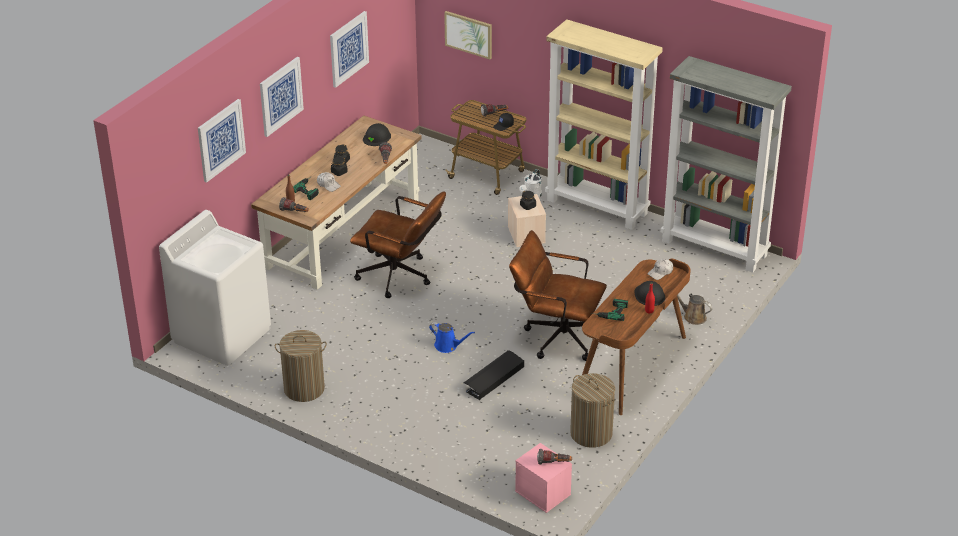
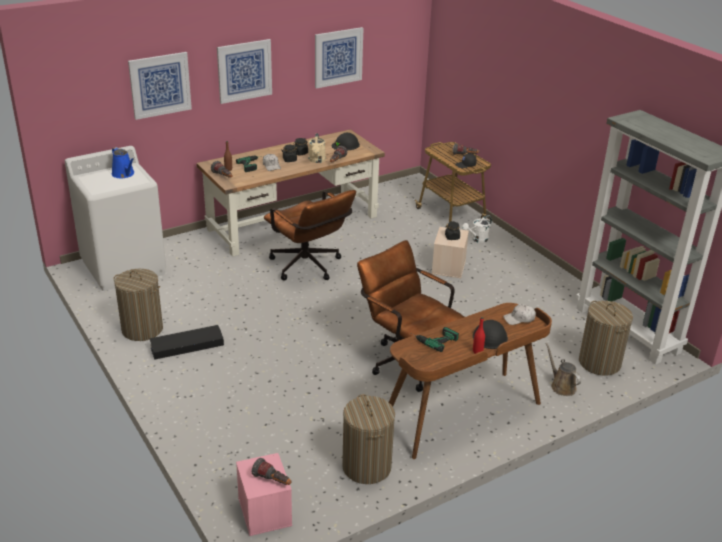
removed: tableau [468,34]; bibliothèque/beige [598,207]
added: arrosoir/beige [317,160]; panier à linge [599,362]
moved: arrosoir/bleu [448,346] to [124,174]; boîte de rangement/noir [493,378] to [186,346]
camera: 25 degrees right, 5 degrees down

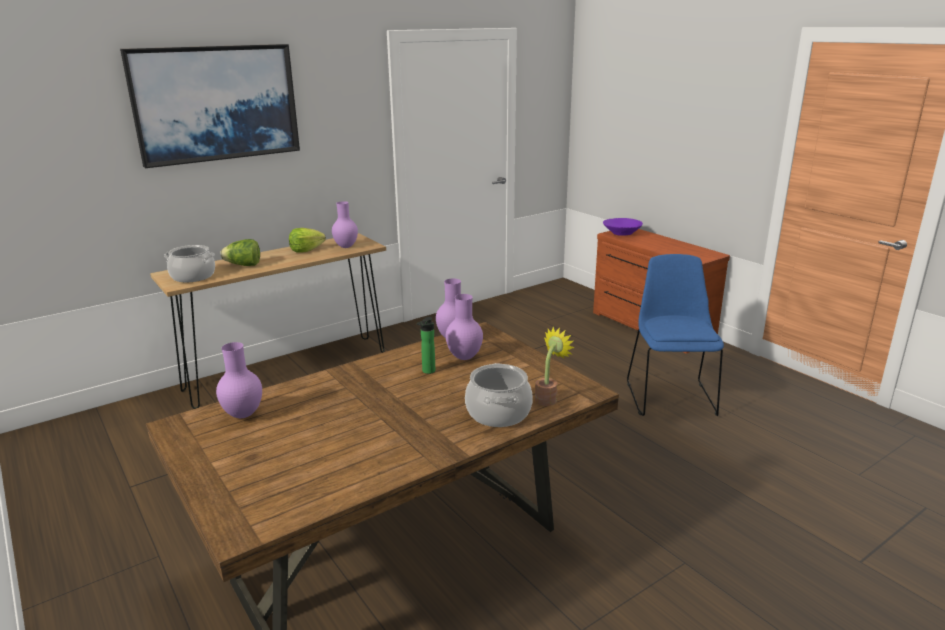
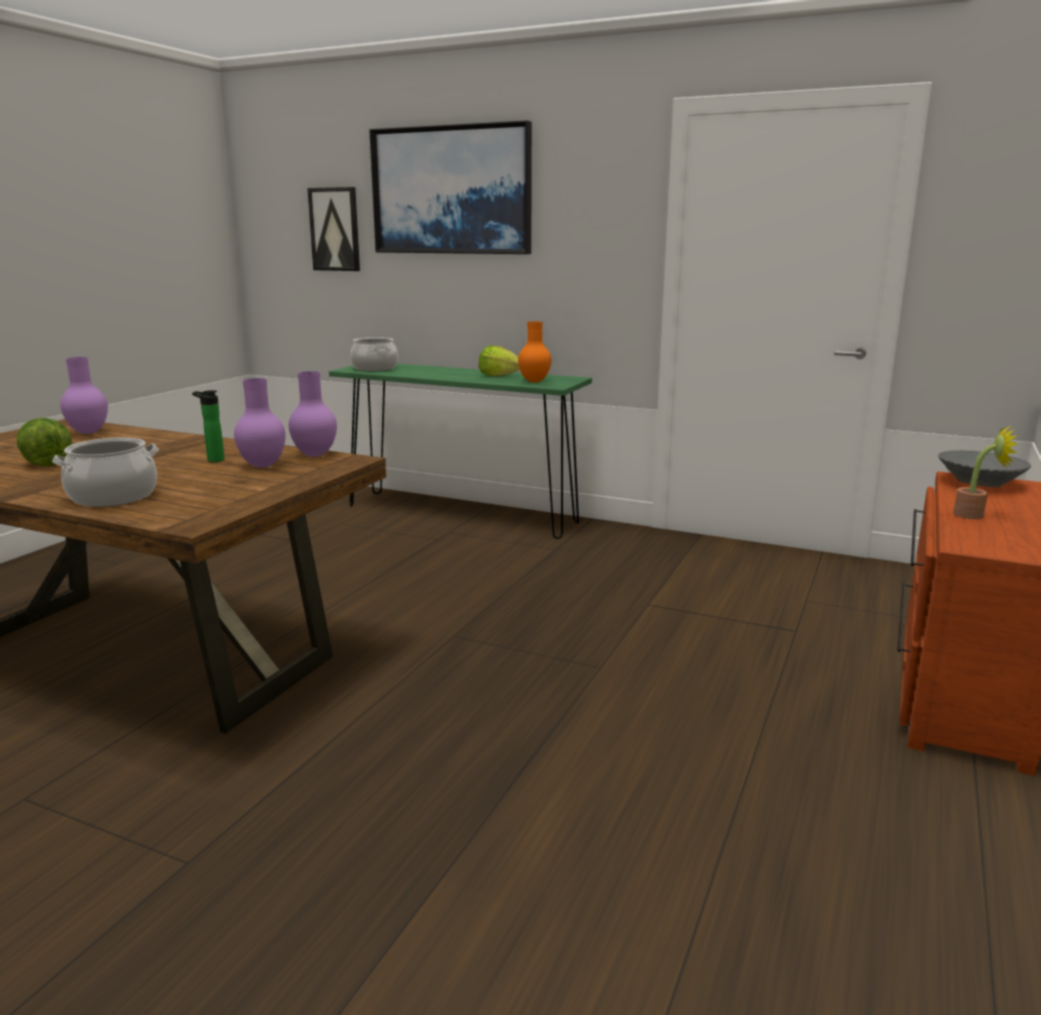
removed: chaise/bleu [670,396]
added: tableau [335,229]
moved: laitue [243,265] to [45,462]; plante en pot [548,398] to [974,515]
recoloured: table console/marron [288,370] to table console/vert [460,514]; vase/violet [345,246] to vase/orange [534,381]; bol/violet [621,233] to bol/gris [979,483]
camera: 60 degrees right, 5 degrees down

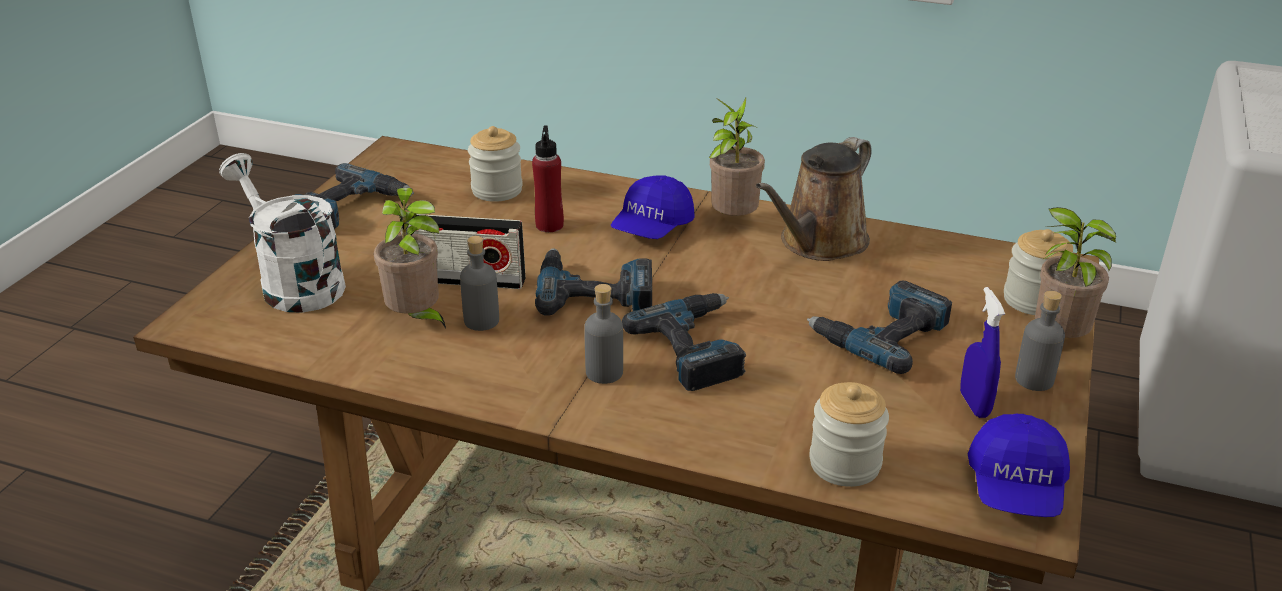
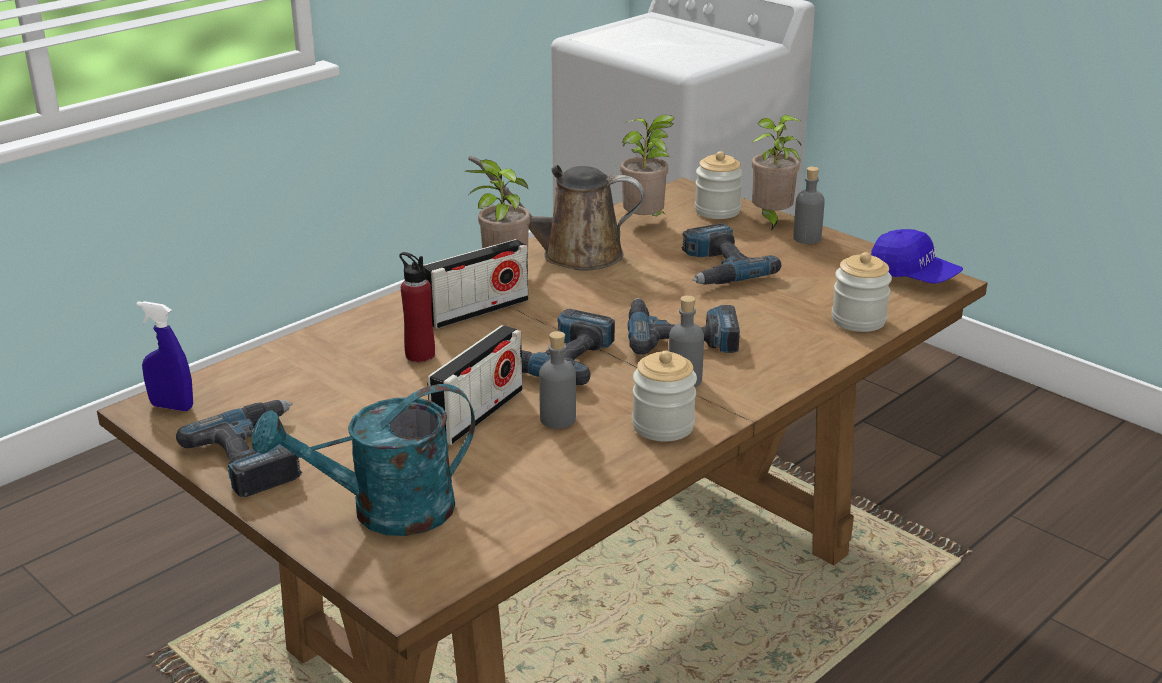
moved: vaporisateur/bleu [974,404] to [172,406]; plante en pot [417,319] to [646,223]; bocal [497,190] to [663,426]
replaced: casquette/bleu [652,228] to radio [478,311]
recoloured: arrosoir/blanc [294,282] to arrosoir/turquoise [384,512]
turned: arrosoir/marron [819,243] = [573,254] 120 degrees clockwise
camera: 65 degrees left, 5 degrees down

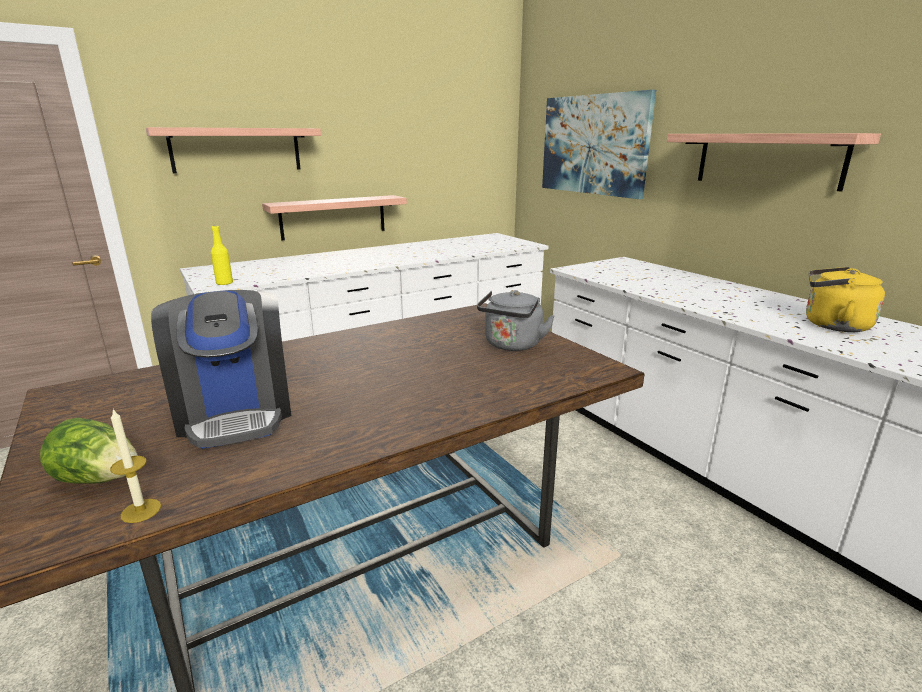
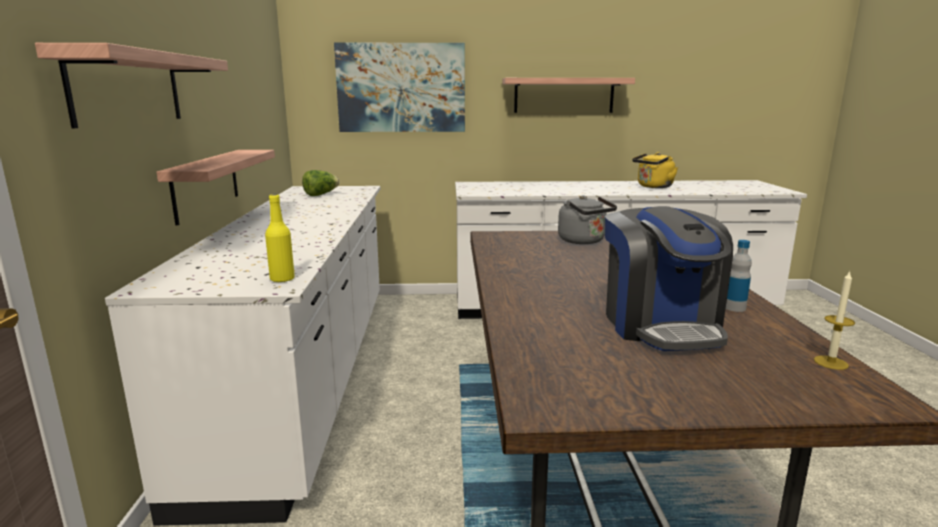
added: bouteille [734,307]
moved: laitue [100,479] to [321,195]
turned: machine à café [235,413] = [660,325] 75 degrees clockwise
camera: 60 degrees left, 5 degrees down

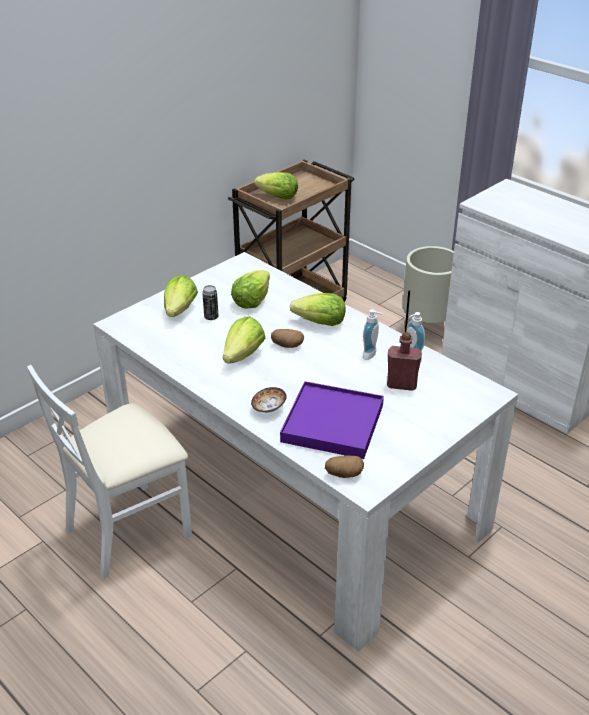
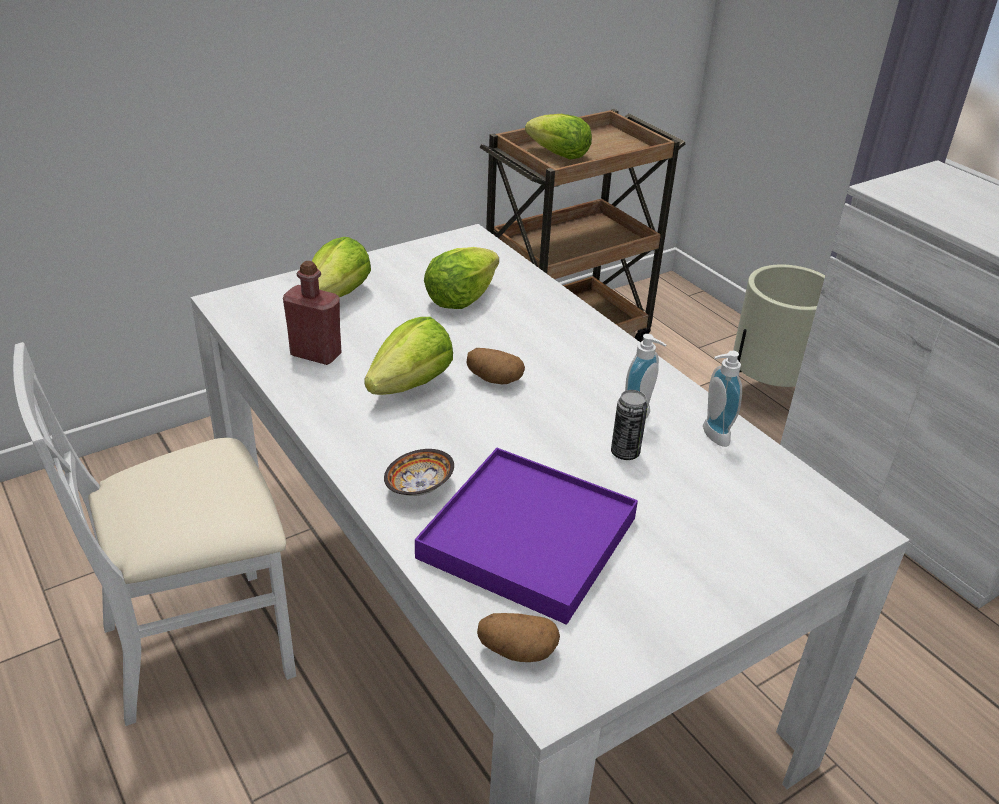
removed: laitue [320,323]
moved: bouteille/rouge [401,385] to [316,354]; boîte métallique [211,317] to [625,453]
camera: 10 degrees right, 0 degrees up

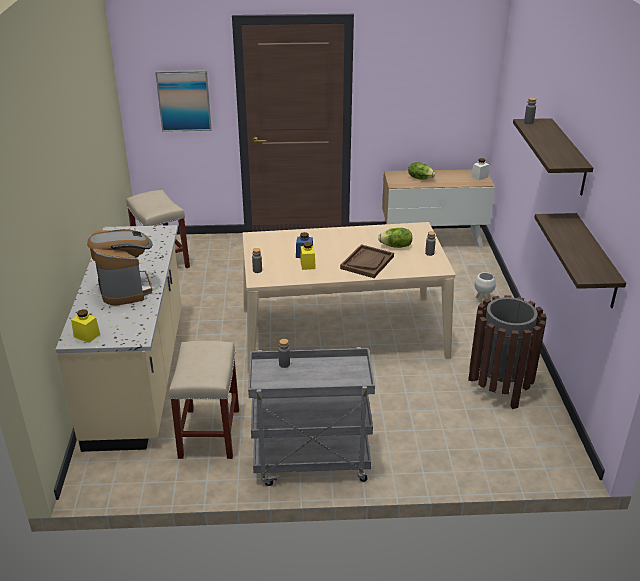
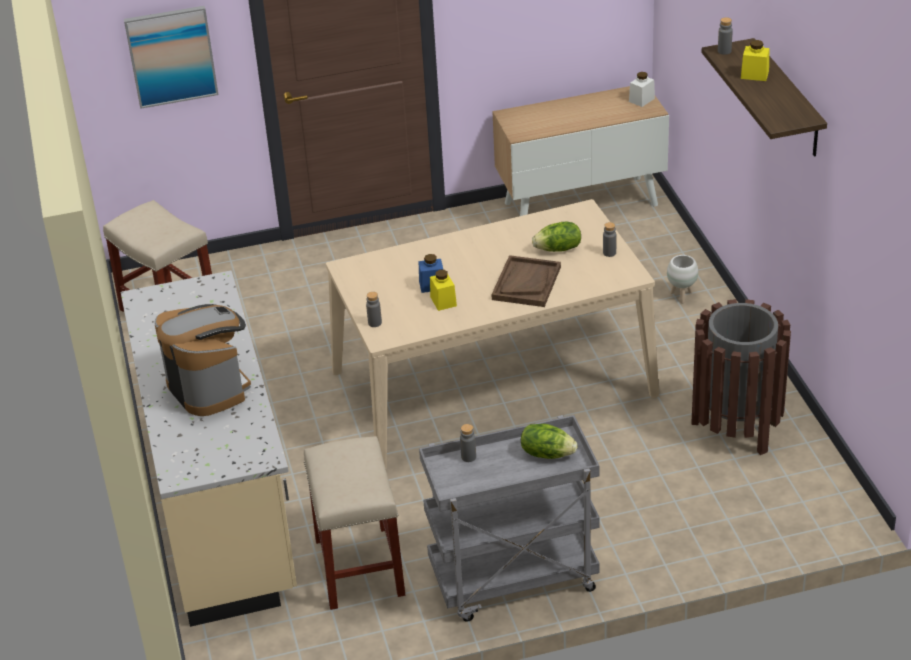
removed: étagère [596,261]
moved: laitue [420,178] to [547,453]; bocal/jaune [87,335] to [754,75]
camera: 10 degrees left, 5 degrees up

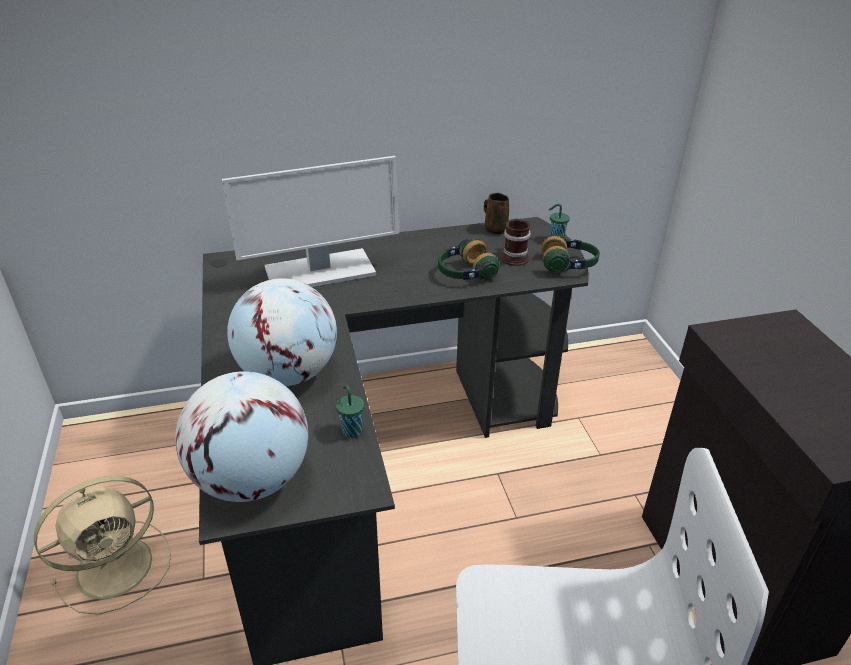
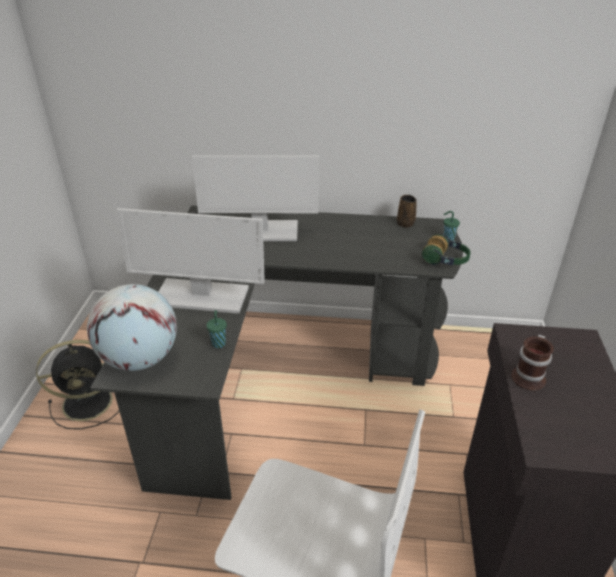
removed: casque audio [465,273]
moved: mug [516,256] to [530,376]
replaced: globe [289,374] to écran d'ordinateur [200,297]
recoloured: ventilateur/beige [118,565] to ventilateur/noir [90,402]
camera: 20 degrees right, 0 degrees up

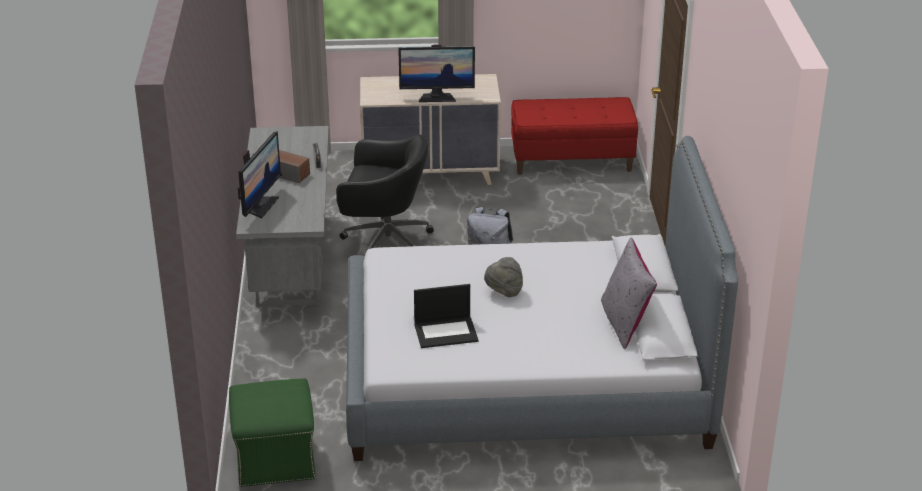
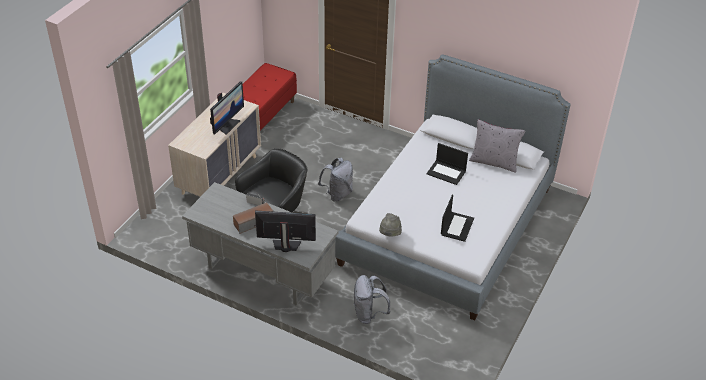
removed: pouf/vert [274,459]
added: sac à dos/gris [369,314]; ordinateur portable [446,172]
moved: chapeau/gris [503,292] to [389,234]
turned: écran d'ordinateur [260,206] = [286,246] 45 degrees counterclockwise
camera: 60 degrees left, 10 degrees up

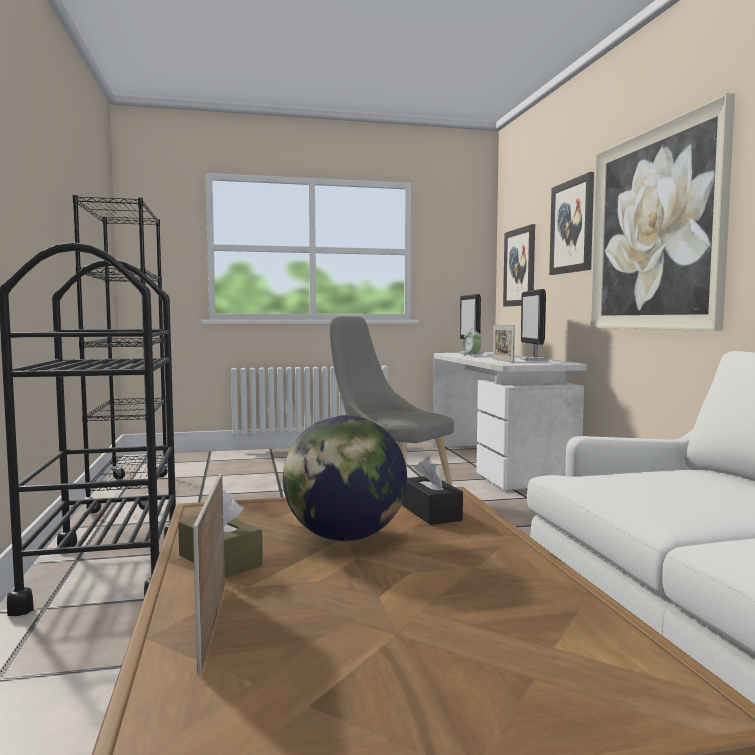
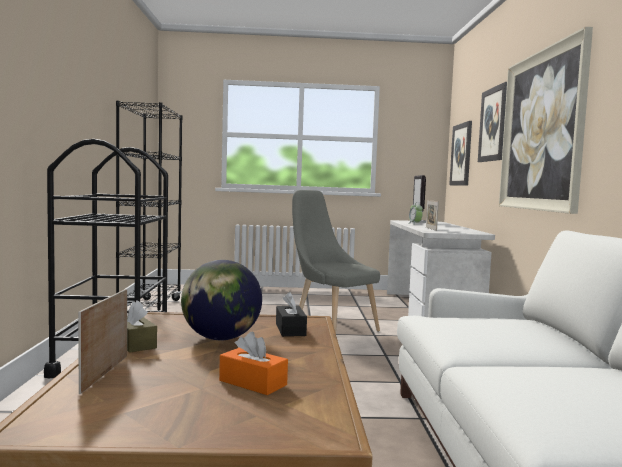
removed: écran d'ordinateur [534,359]
added: boîte à mouchoirs/orange [253,383]
camera: 10 degrees right, 0 degrees up

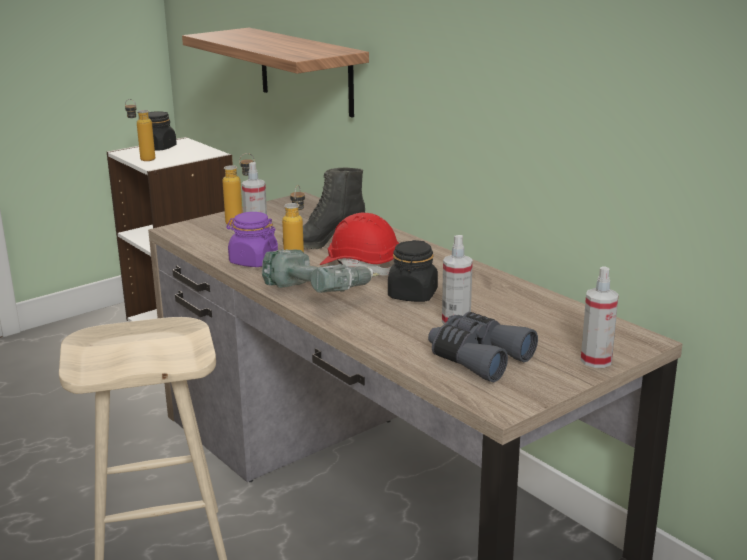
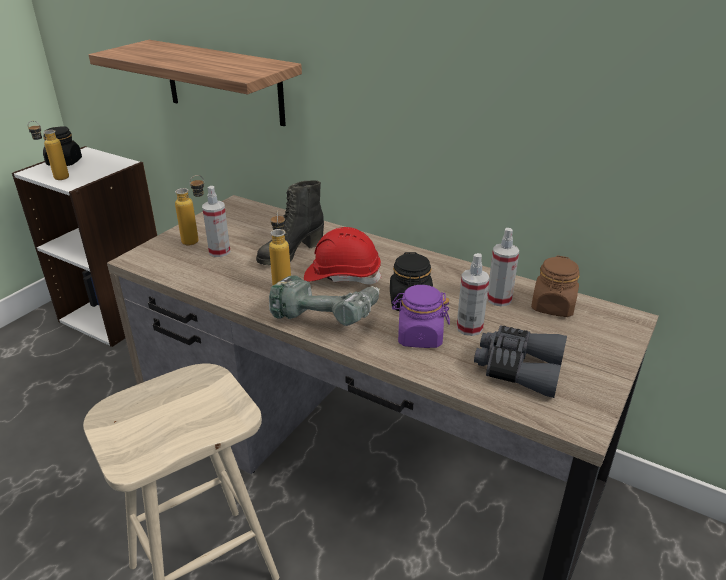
added: bocal/marron [553,306]
moved: bocal/violet [253,261] to [419,337]; vaporisateur [596,360] to [499,299]
camera: 20 degrees left, 10 degrees up

